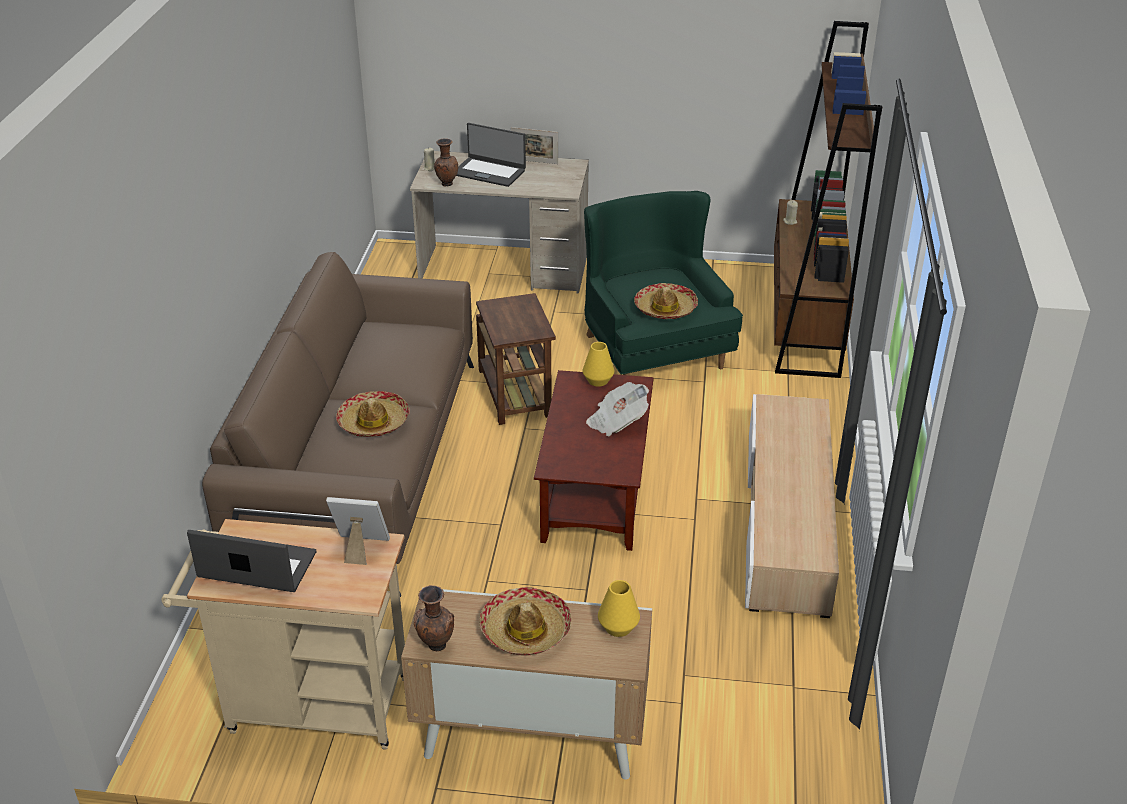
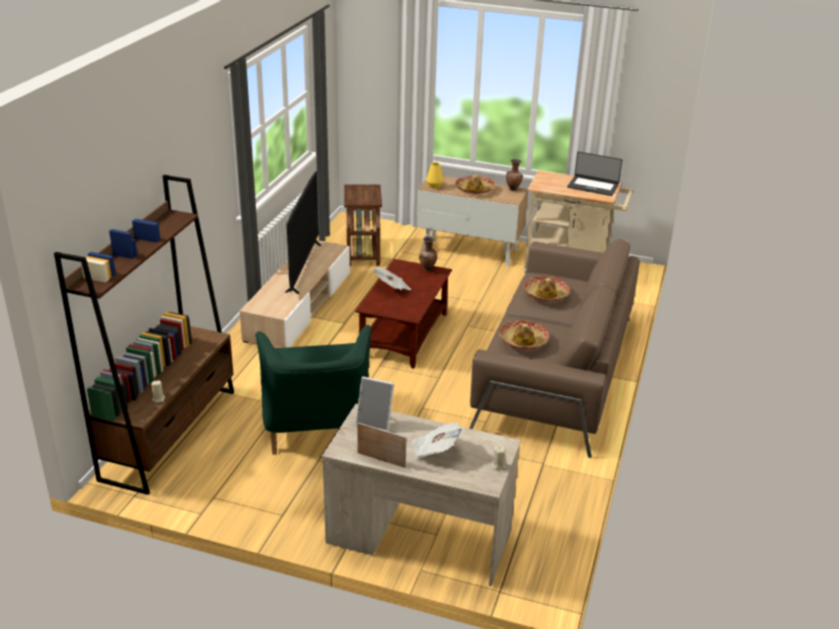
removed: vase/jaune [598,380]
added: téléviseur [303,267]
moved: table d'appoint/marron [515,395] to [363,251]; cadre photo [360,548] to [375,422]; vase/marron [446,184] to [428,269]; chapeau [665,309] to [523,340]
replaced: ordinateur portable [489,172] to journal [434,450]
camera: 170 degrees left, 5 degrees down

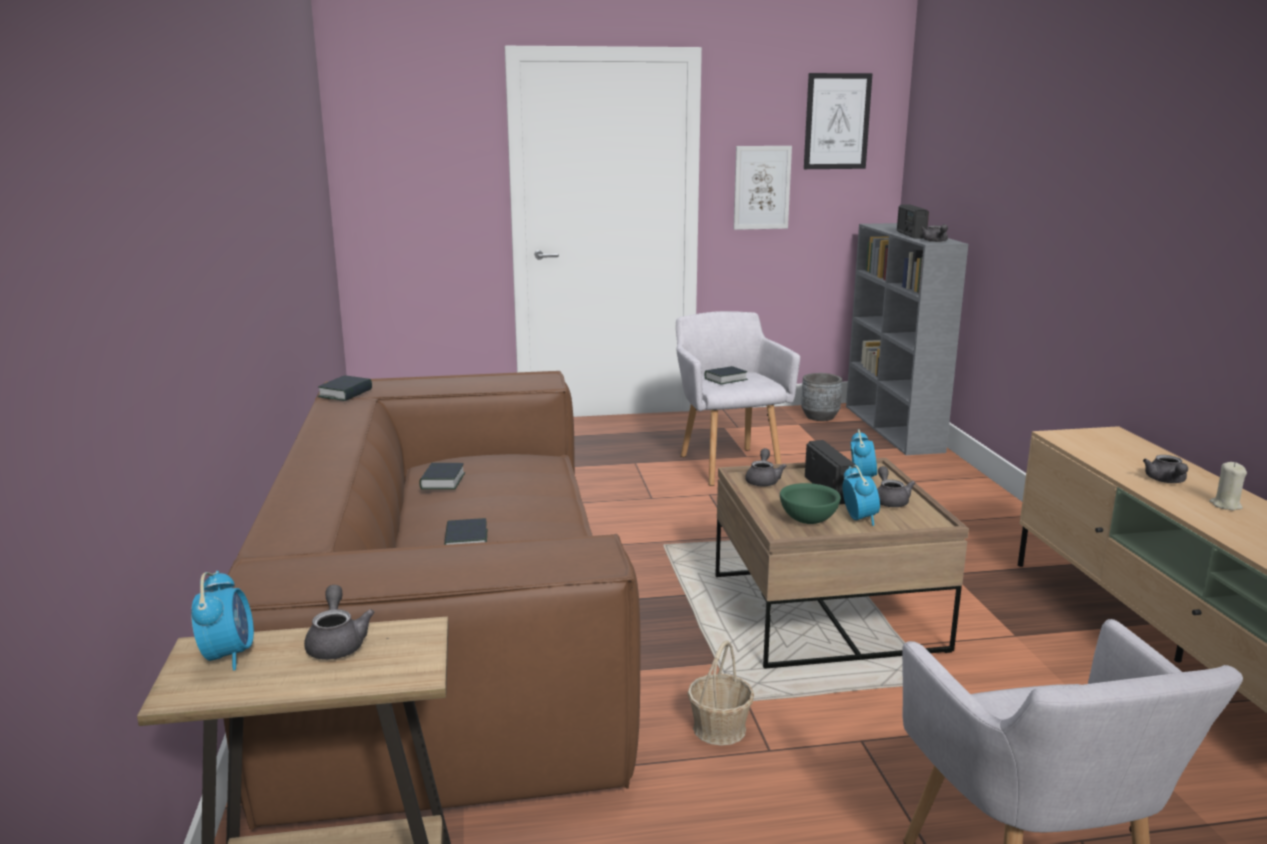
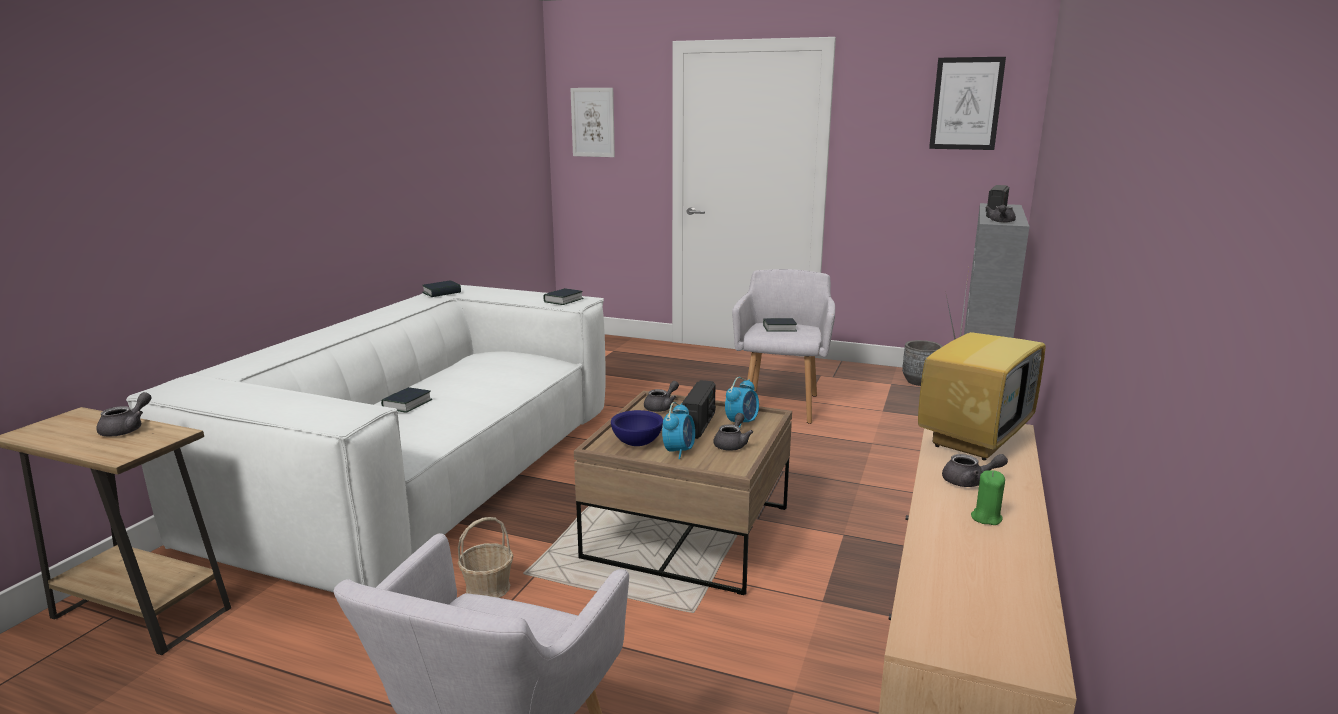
removed: réveil [228,655]
added: téléviseur [973,438]
moved: livre [442,481] to [563,300]; tableau [762,187] to [593,122]
recoloured: canapé/marron [451,632] to canapé/blanc [426,472]; bol/vert [809,520] to bol/bleu [638,443]; bougie/beige [1225,505] to bougie/vert [986,518]
turned: théière/gris [1166,481] = [969,482] 120 degrees counterclockwise
camera: 30 degrees right, 0 degrees up

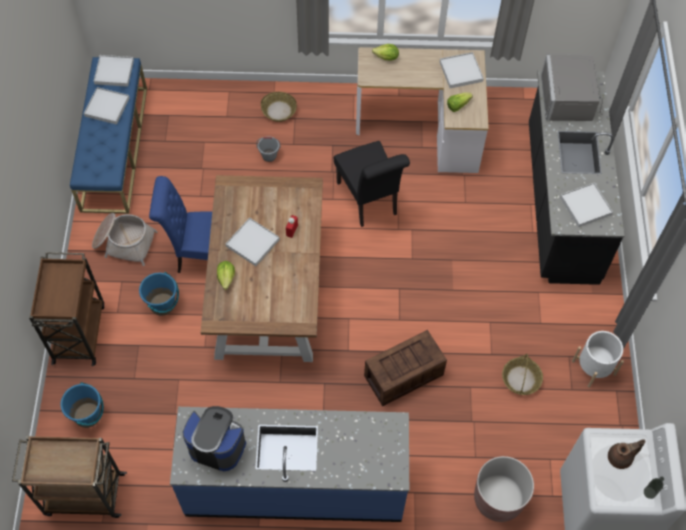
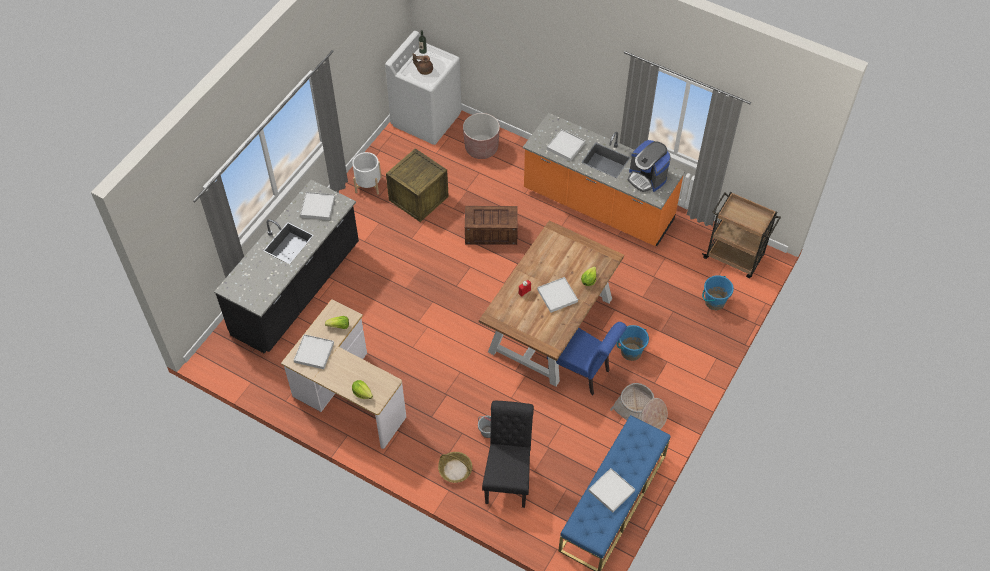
removed: chariot/marron [79,332]; micro-ondes/gris [571,99]
moved: chaise/noir [369,201] to [508,477]; plateau/blanc [114,72] to [566,146]
replaced: panier [521,379] to caisse [418,198]
recoloured: comptoir de cuisine/bleu [295,483] to comptoir de cuisine/orange [597,206]
camera: 150 degrees left, 5 degrees down

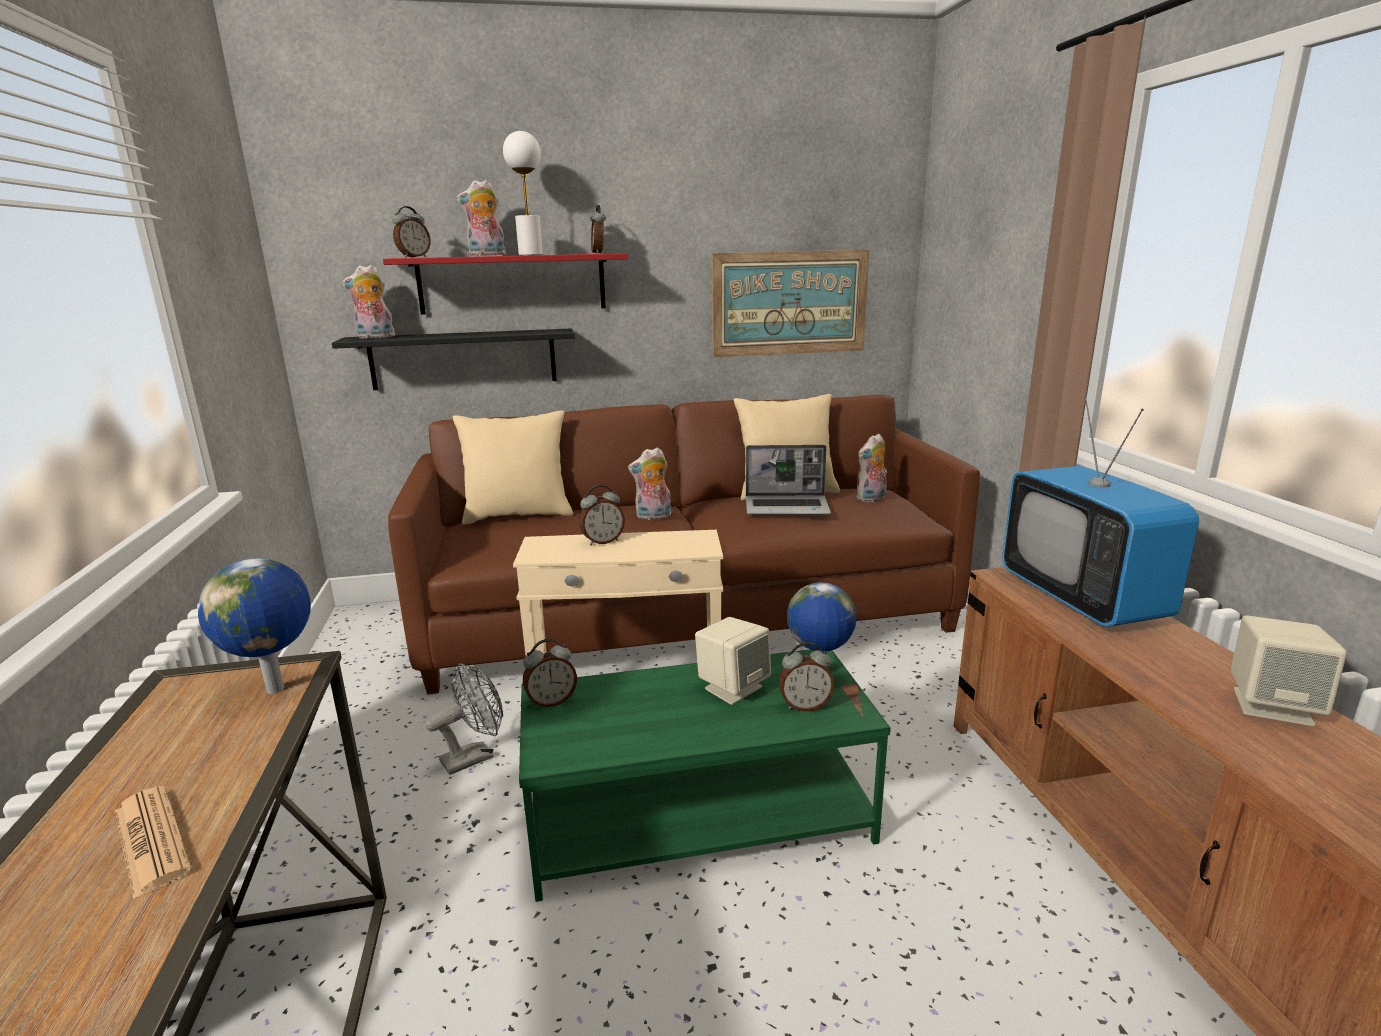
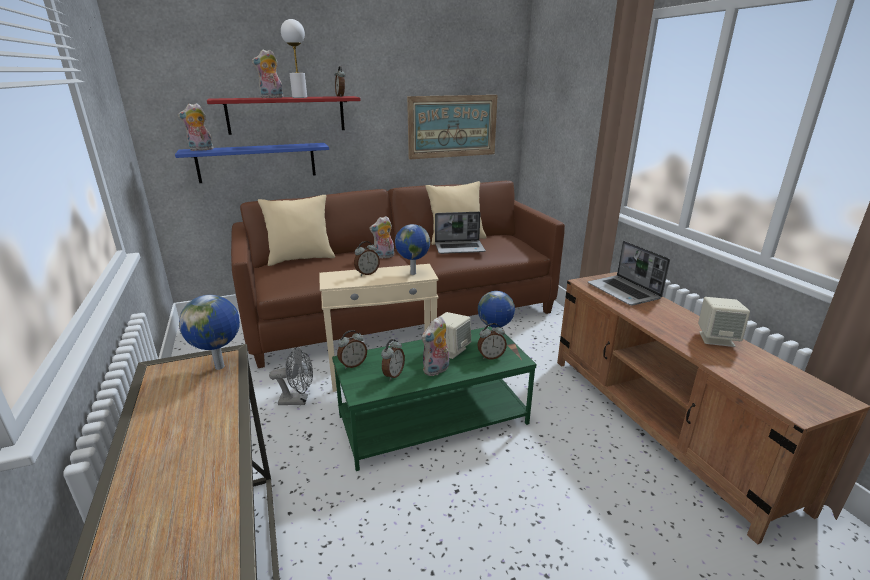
removed: journal [151,840]
added: globe [412,273]
moved: réveil [413,257] to [393,374]; peluche [871,499] to [436,370]
replaced: téléviseur [1081,598] to ordinateur portable [624,292]
recoloured: étagère/noir [463,359] to étagère/bleu [257,162]
turned: ventilateur/gris [474,756] = [298,400] 45 degrees clockwise
camera: 10 degrees left, 5 degrees up

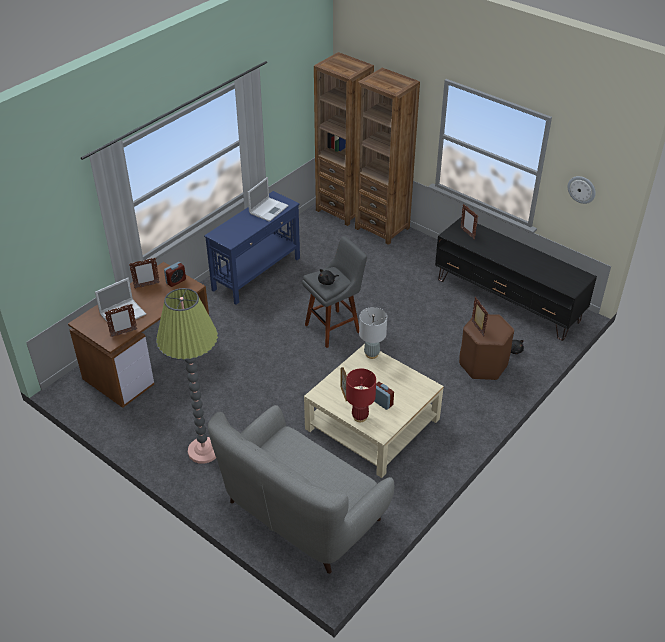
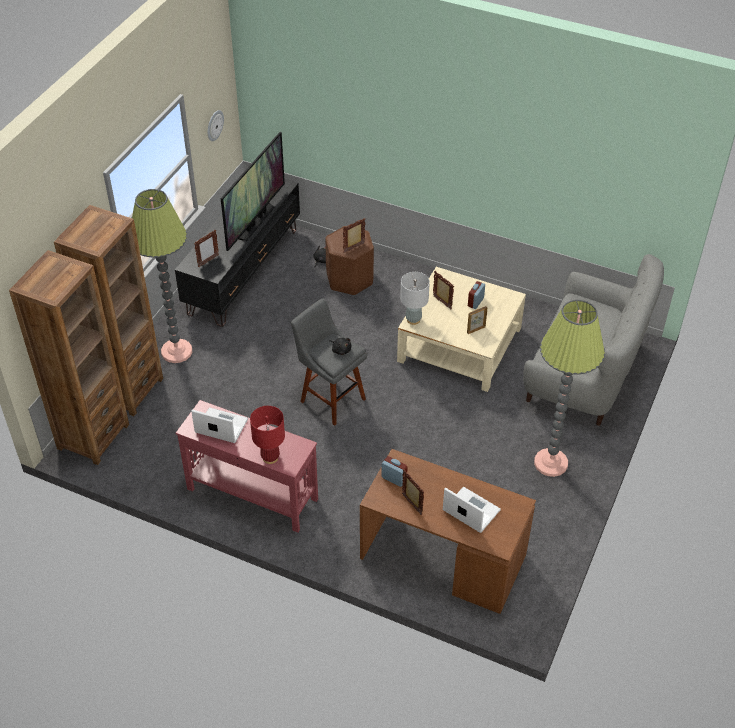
added: lampadaire [176,351]; téléviseur [255,222]
moved: lampe de table/rouge [360,417] to [270,457]; cadre photo [123,333] to [442,303]
recoloured: table console/bleu [257,274] to table console/rouge [252,493]
camera: 105 degrees left, 5 degrees up

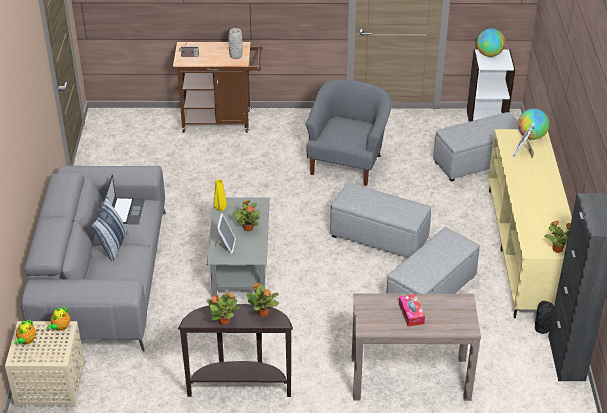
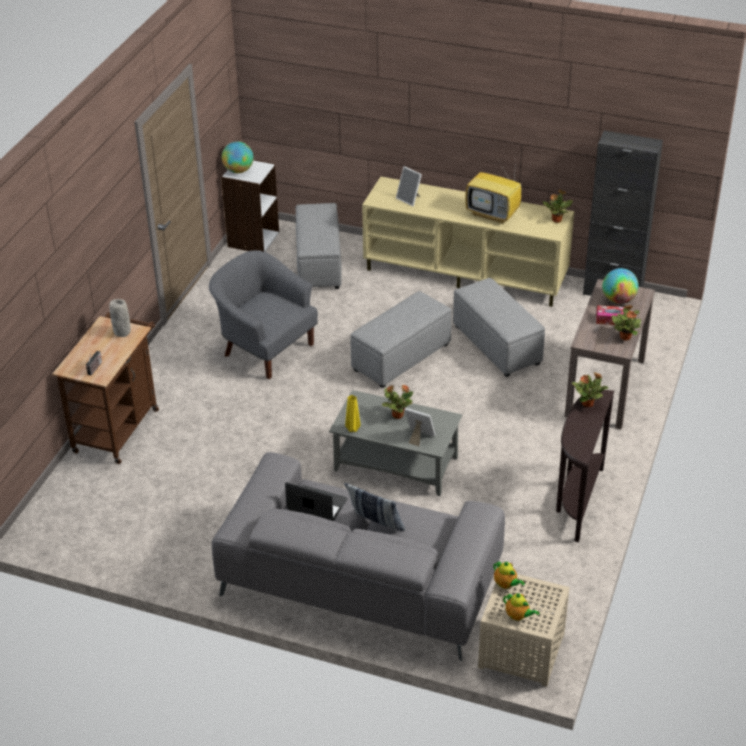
removed: vase/noir [542,328]
added: téléviseur [493,214]
moved: globe [531,136] to [618,300]; plante en pot [224,321] to [625,337]
camera: 70 degrees left, 0 degrees up

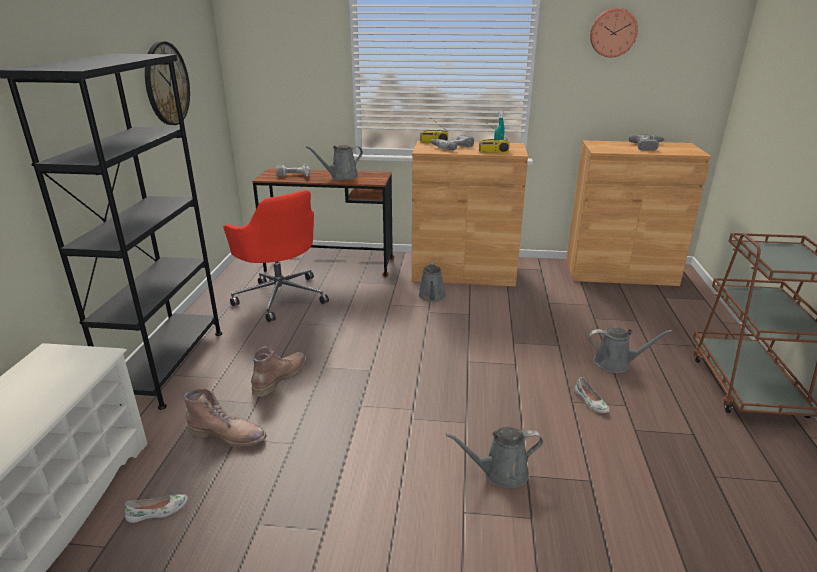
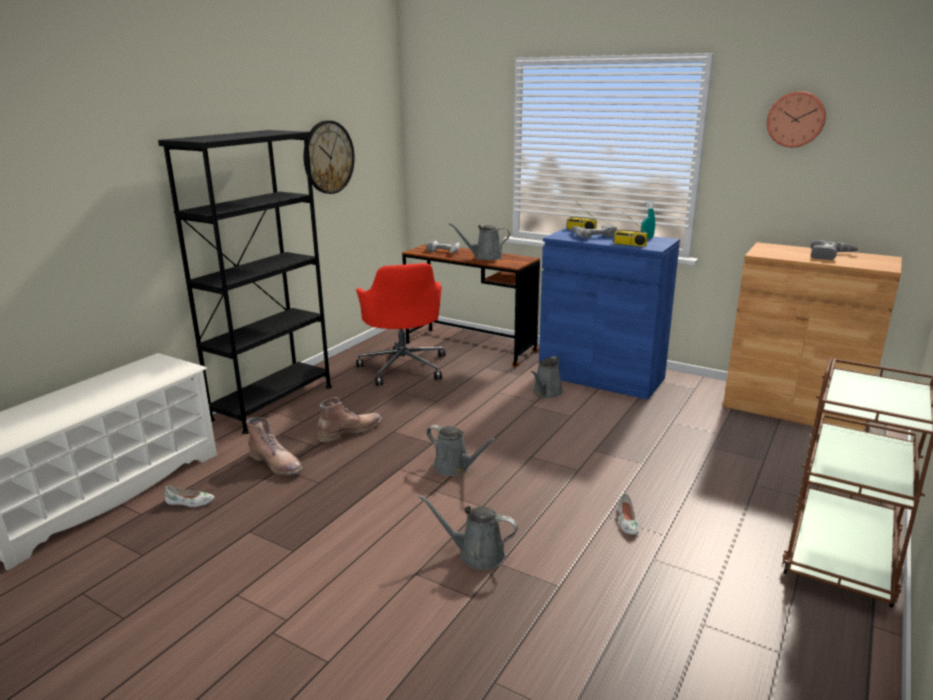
moved: arrosoir/gris [615,363] to [455,467]
recoloured: meuble de rangement/marron [463,273] to meuble de rangement/bleu [601,377]
camera: 25 degrees right, 5 degrees down

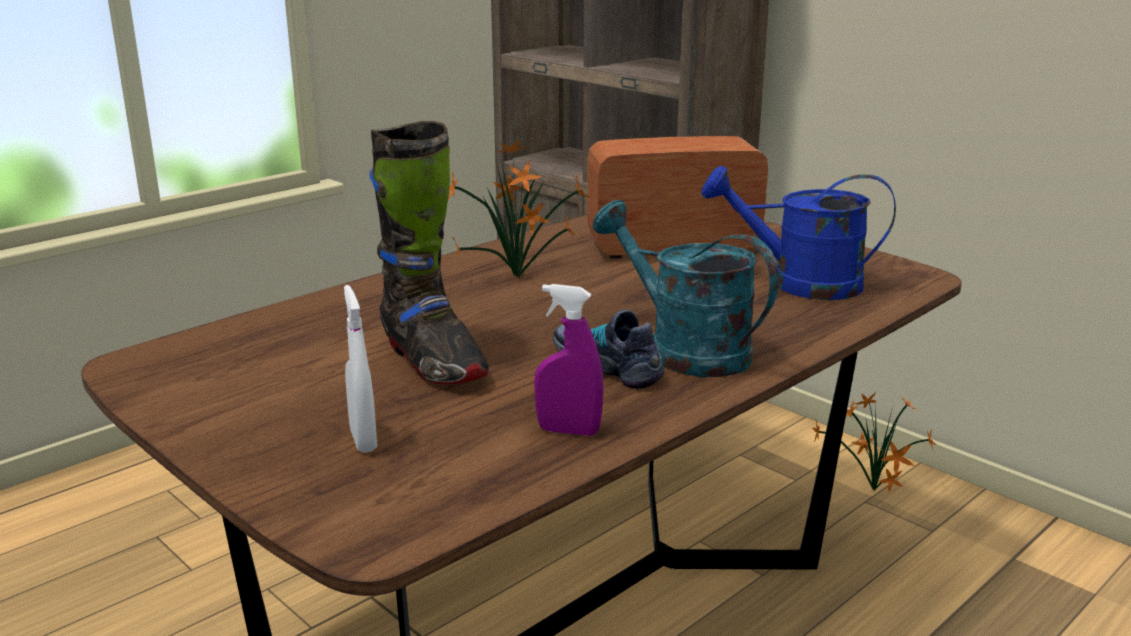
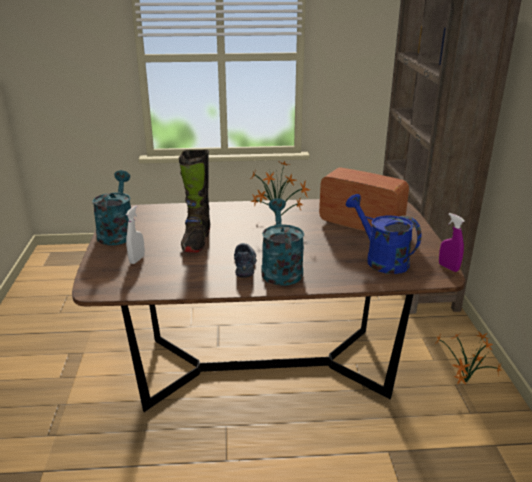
added: arrosoir/turquoise [117,232]
moved: vaporisateur/violet [568,431] to [448,267]
camera: 40 degrees right, 5 degrees up

